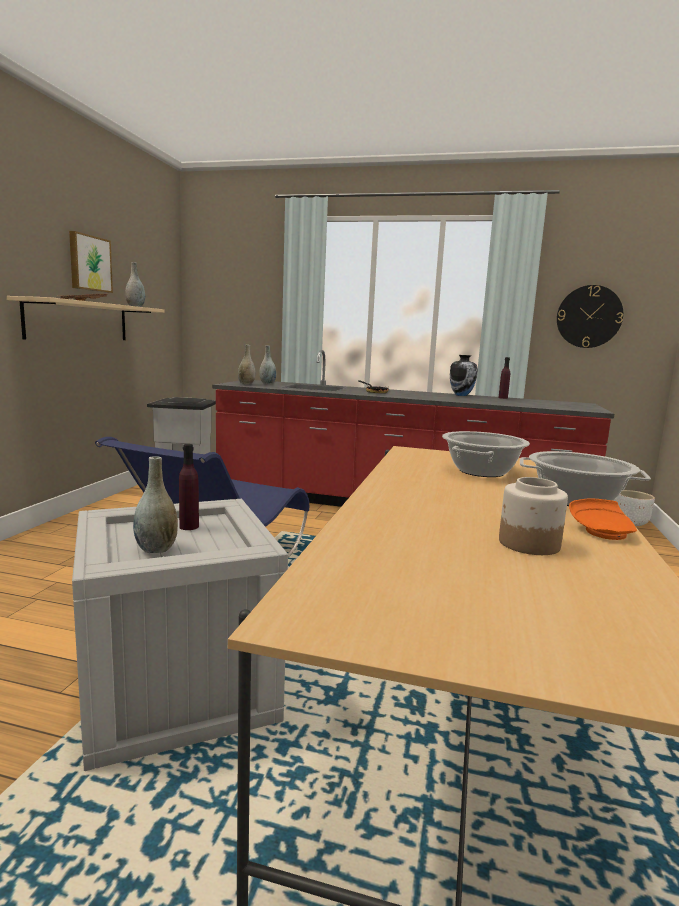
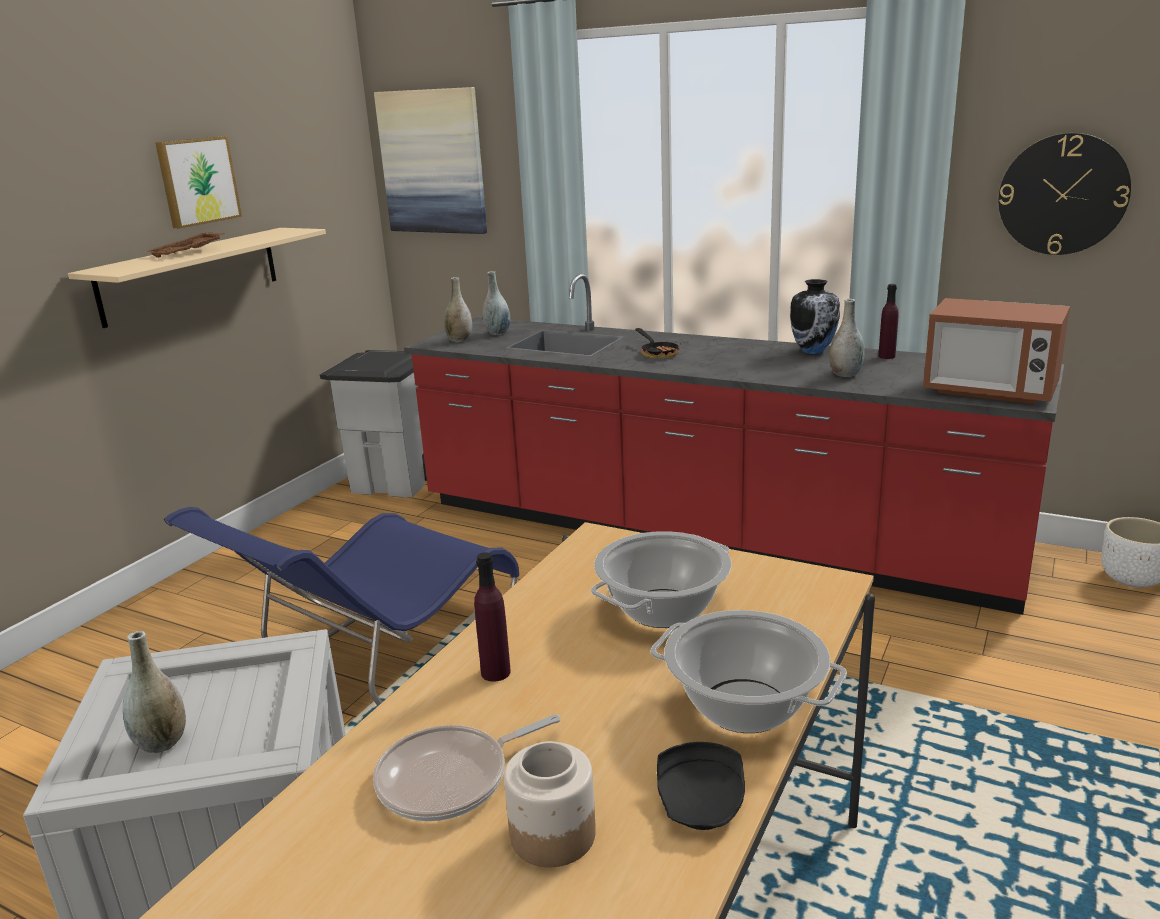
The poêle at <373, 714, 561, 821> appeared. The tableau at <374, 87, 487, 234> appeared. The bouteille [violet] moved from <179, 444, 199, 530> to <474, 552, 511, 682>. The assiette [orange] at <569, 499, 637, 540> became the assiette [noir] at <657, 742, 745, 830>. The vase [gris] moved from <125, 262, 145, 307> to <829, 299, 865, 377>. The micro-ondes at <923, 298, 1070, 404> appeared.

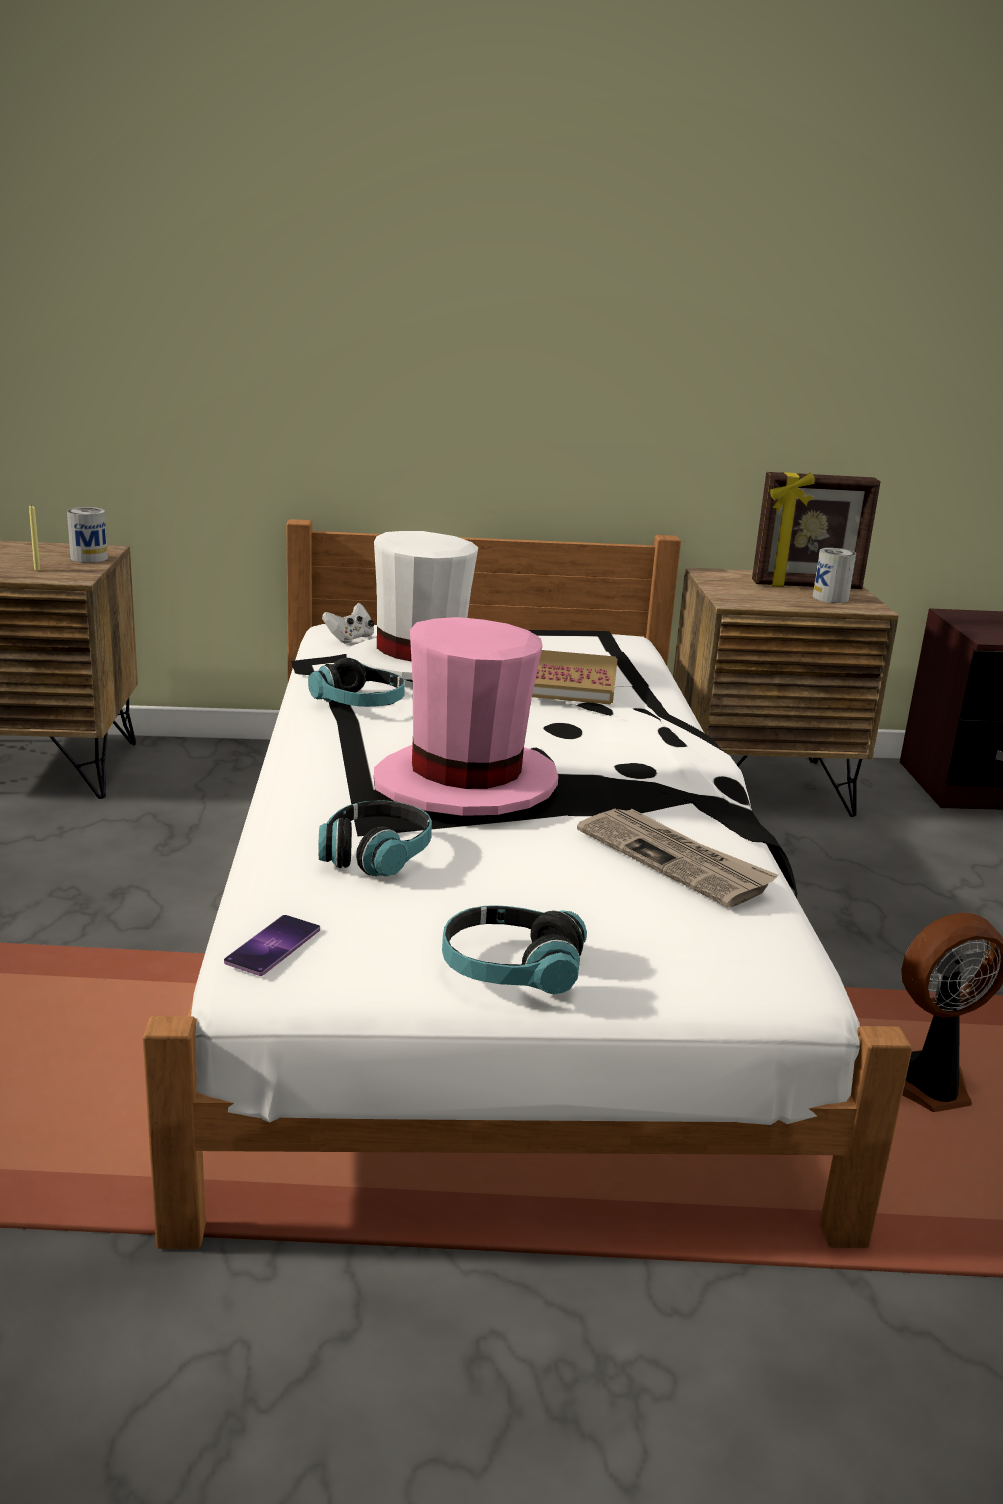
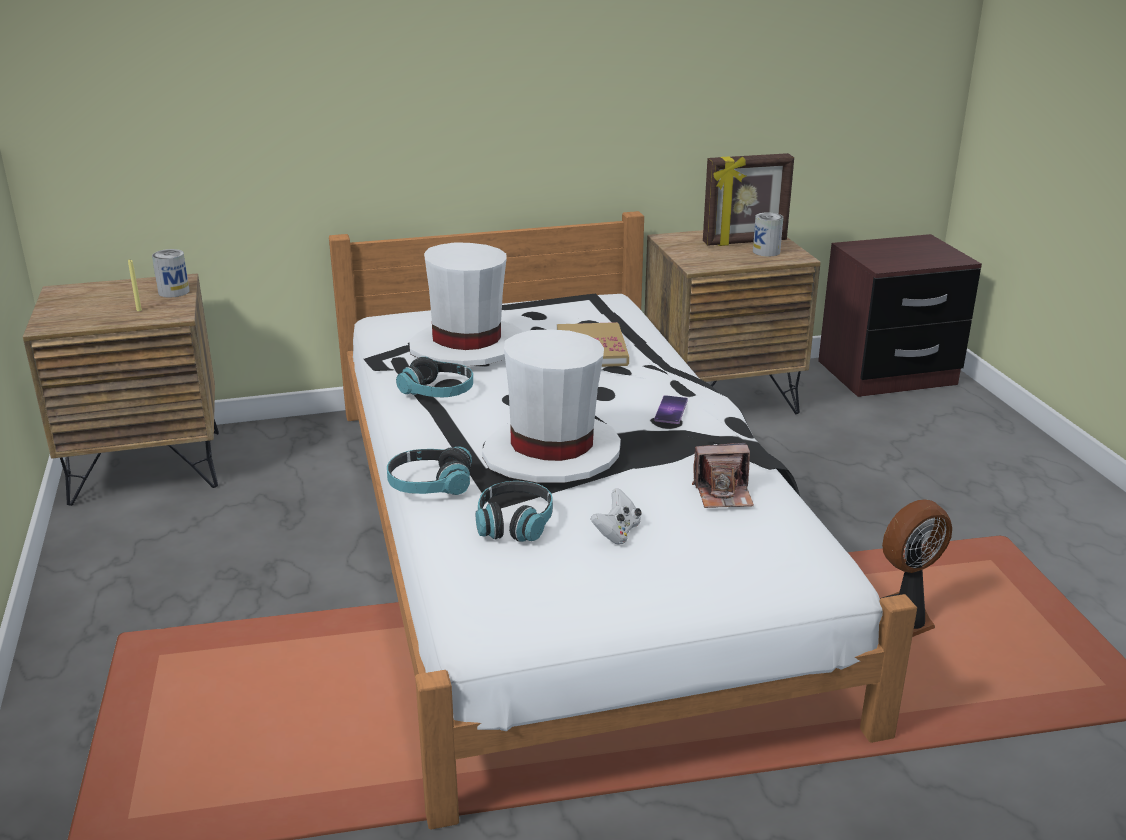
The casque audio moved from <442, 905, 587, 995> to <387, 447, 472, 495>. The chapeau [rose] at <374, 617, 558, 816> became the chapeau [blanc] at <482, 329, 621, 483>. The manette [blanc] moved from <322, 603, 374, 643> to <591, 488, 642, 545>. The téléphone moved from <224, 915, 320, 976> to <654, 395, 688, 424>. The journal at <577, 809, 779, 908> was replaced by the appareil photo at <692, 443, 754, 508>.

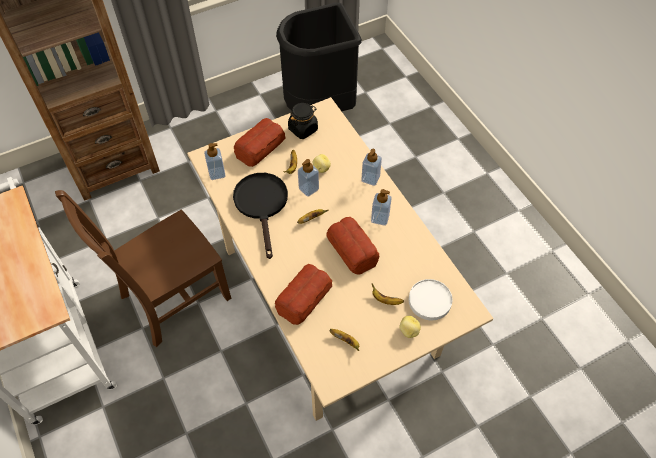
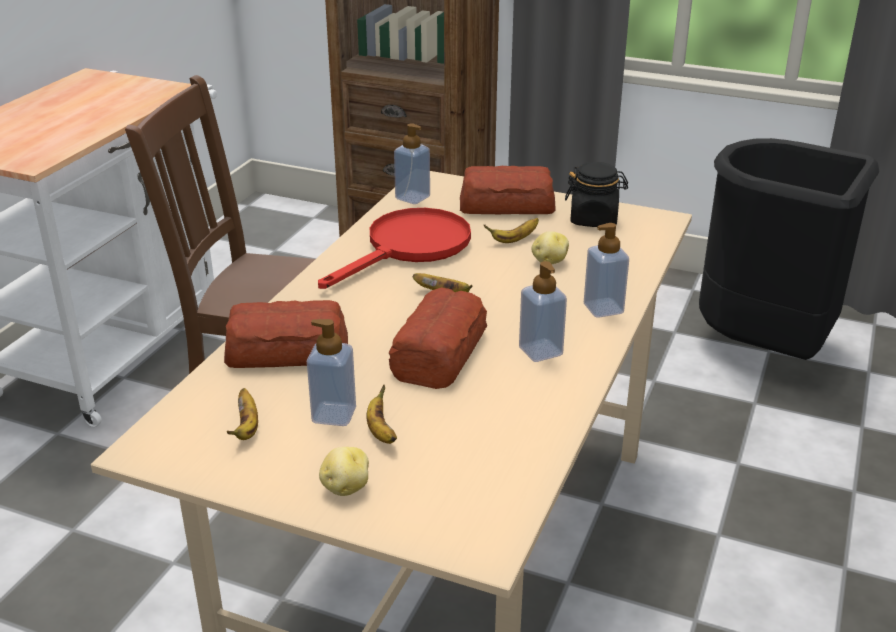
The distributeur de savon moved from <298, 159, 319, 196> to <307, 319, 356, 426>. The poêle [noir] at <233, 173, 288, 259> became the poêle [rouge] at <318, 208, 471, 289>. The assiette [blanc] at <409, 279, 452, 320> disappeared.

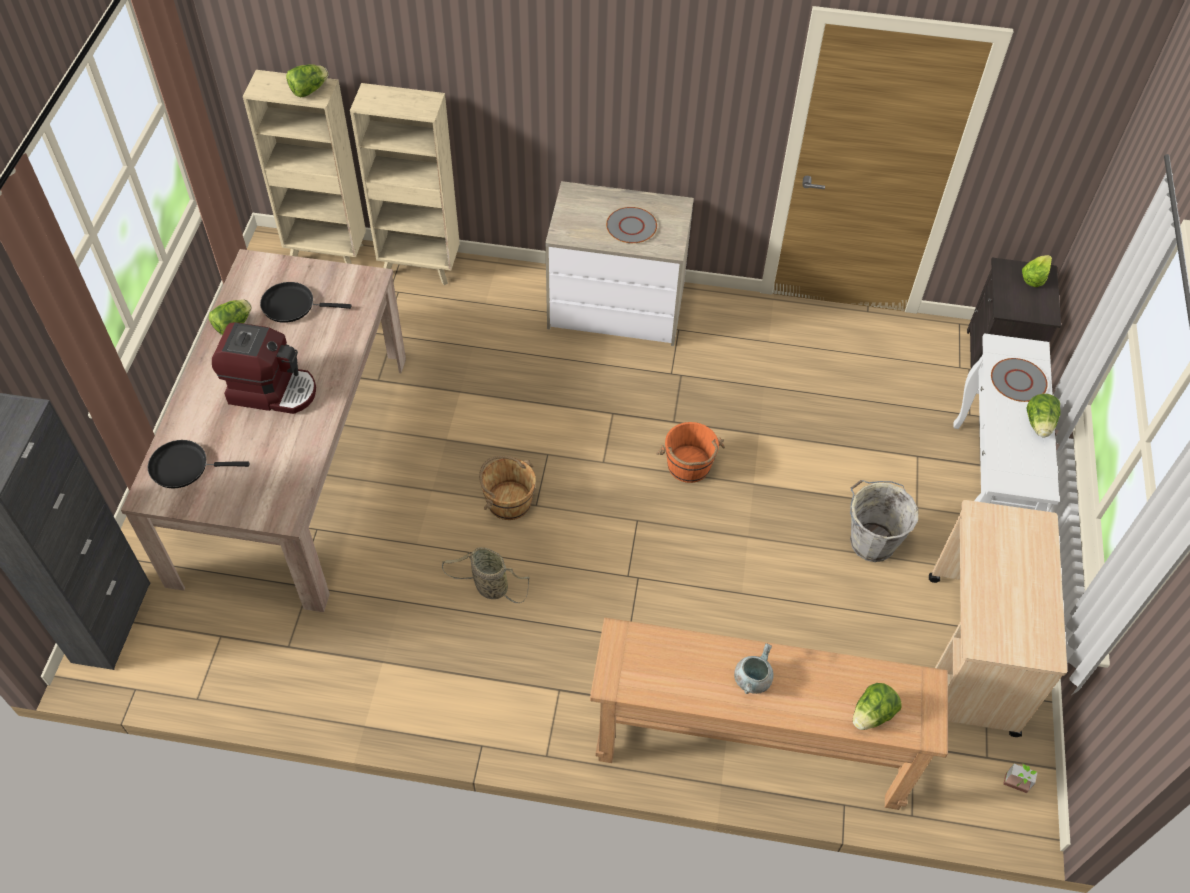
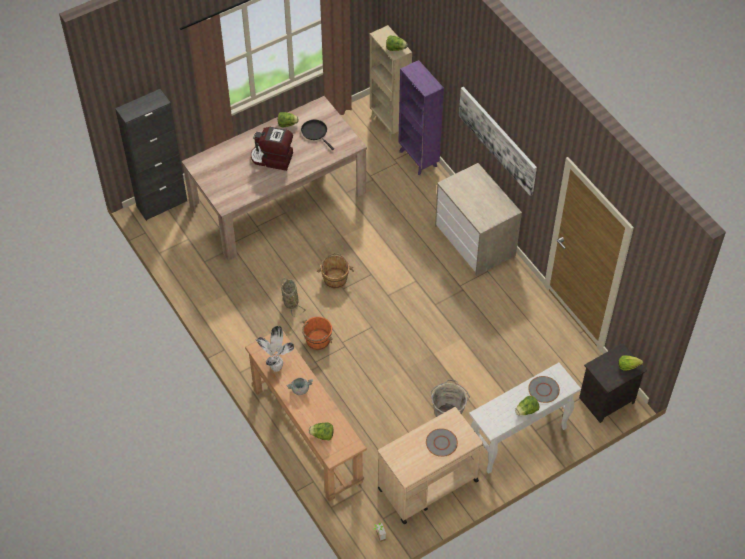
The machine à café at <212, 322, 316, 414> turned 135 degrees clockwise. The plante en pot at <255, 326, 294, 372> appeared. The seau [orange] moved from <656, 422, 725, 483> to <302, 317, 333, 350>. The bibliothèque [beige] at <350, 83, 460, 285> became the bibliothèque [violet] at <398, 60, 444, 175>. The assiette [gris] moved from <606, 207, 657, 243> to <426, 428, 458, 457>. The tableau at <459, 87, 537, 196> appeared. The poêle [noir] at <148, 440, 250, 488> disappeared.

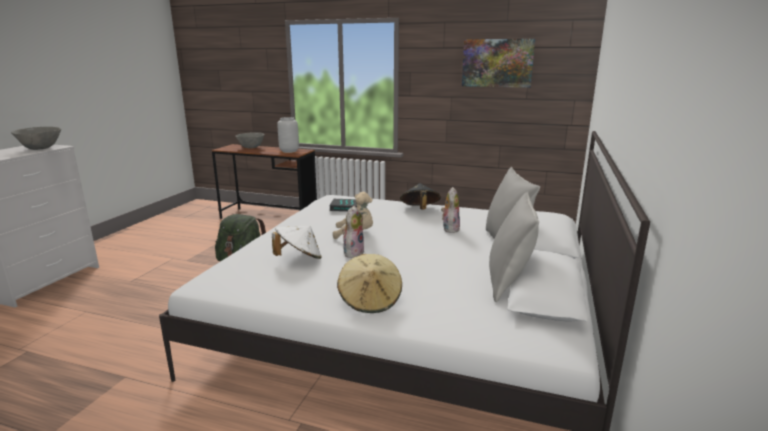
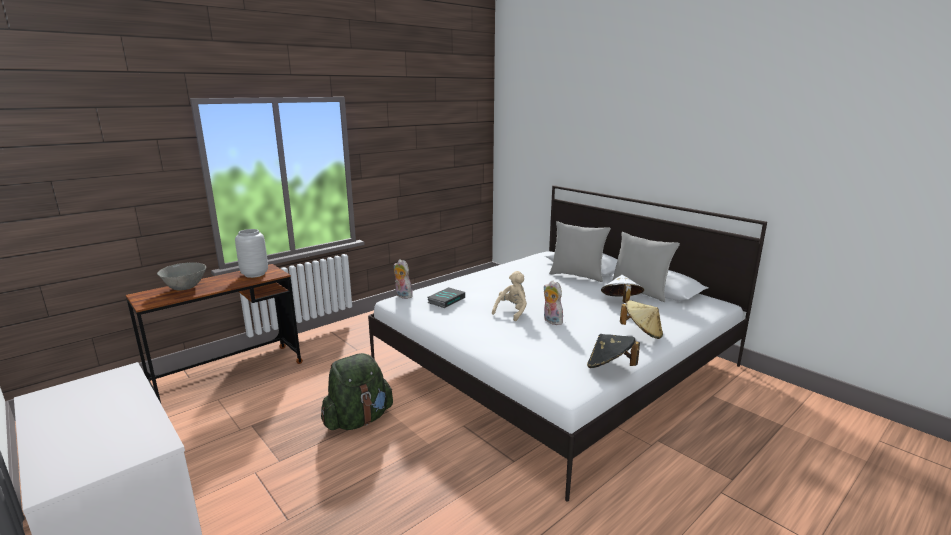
The peluche moved from <441, 187, 460, 233> to <394, 259, 415, 299>. The chapeau [noir] moved from <400, 183, 441, 210> to <587, 334, 640, 368>. The chapeau [blanc] moved from <272, 226, 322, 259> to <601, 275, 644, 303>. The bol [gris] at <11, 127, 61, 150> disappeared. The tableau at <462, 39, 535, 88> disappeared.

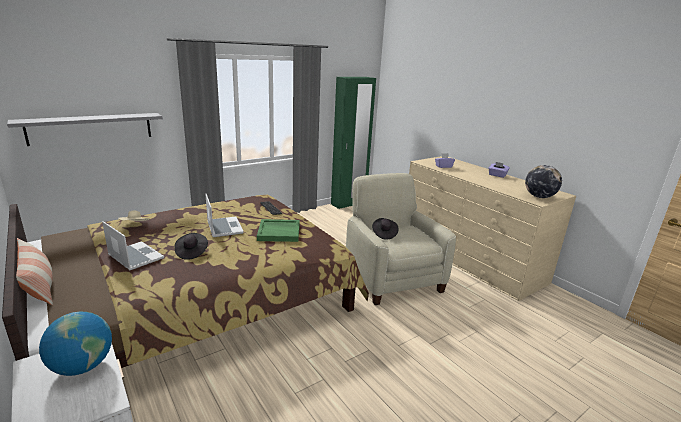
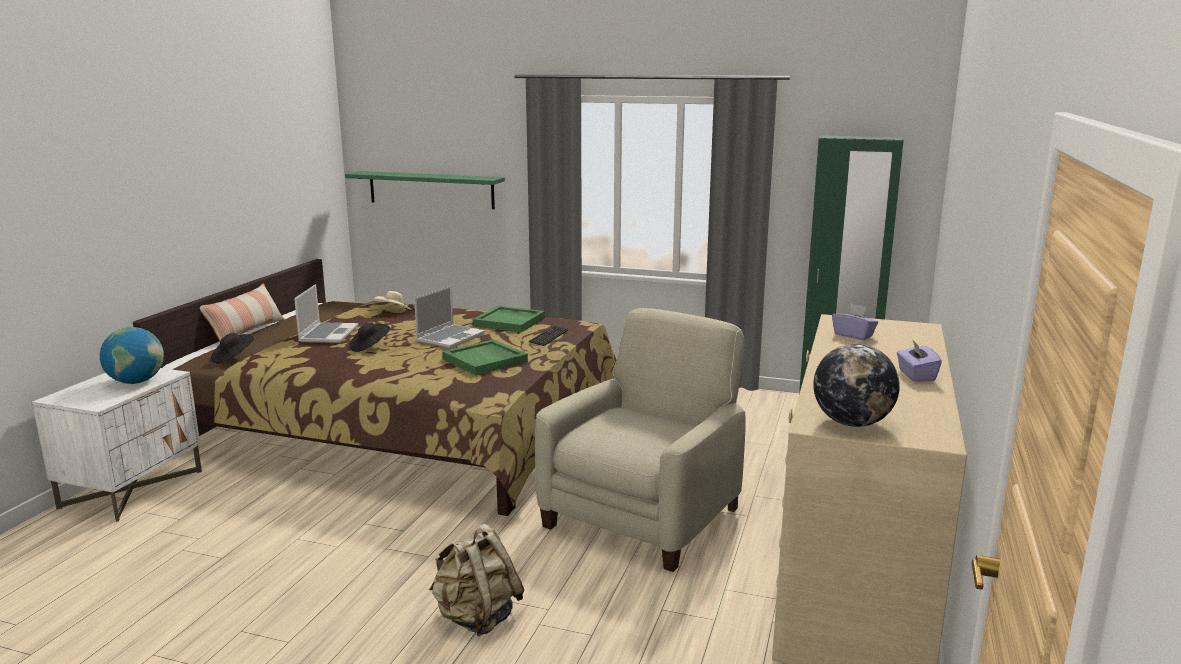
The chapeau [noir] moved from <372, 218, 399, 240> to <211, 333, 254, 364>. The étagère [gris] at <7, 113, 163, 146> became the étagère [vert] at <345, 171, 505, 209>. The sac à dos [beige] at <429, 524, 524, 637> appeared. The plateau [vert] at <473, 306, 545, 333> appeared.

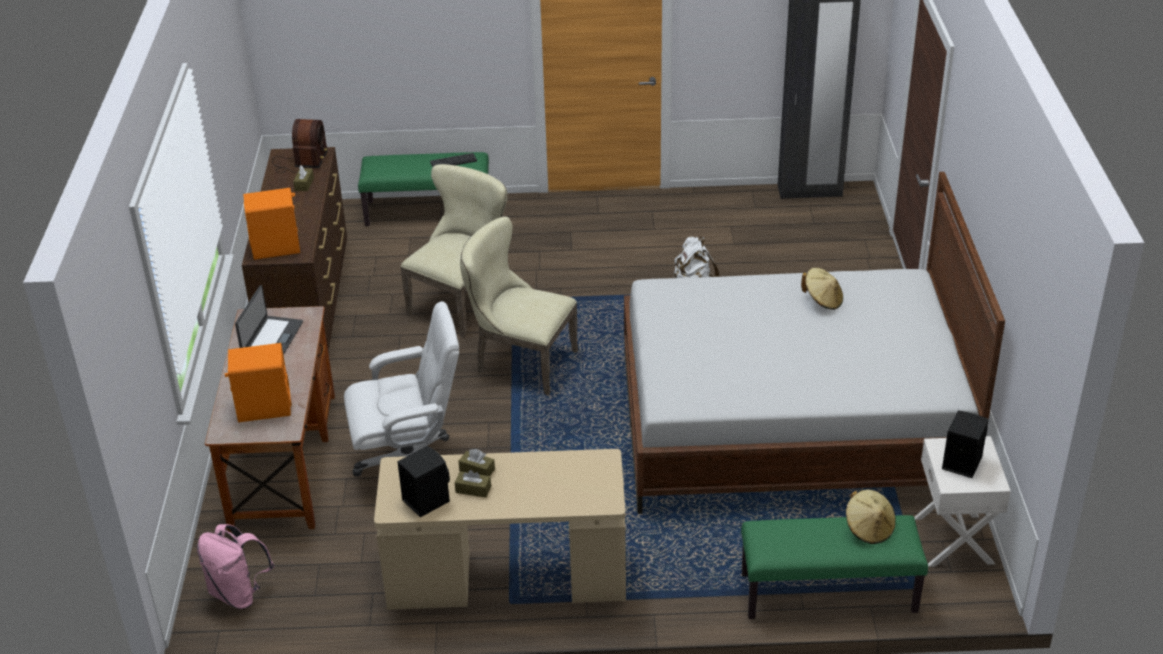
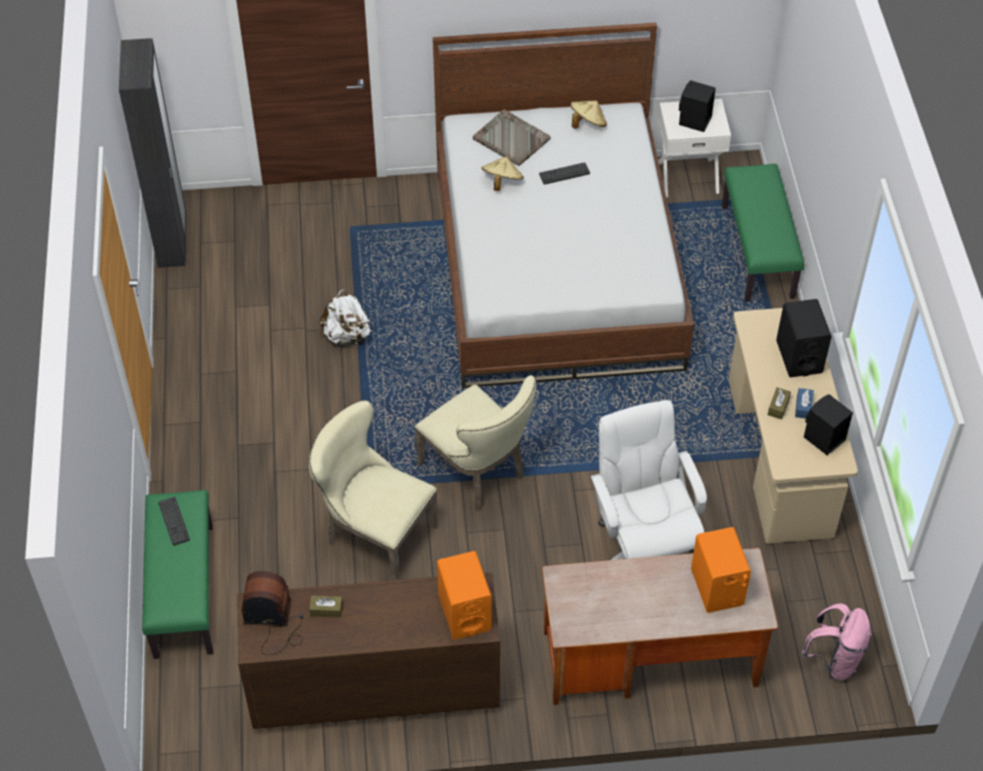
The chaise [beige] at <460, 217, 578, 395> turned 60 degrees counterclockwise. The plateau [gris] at <473, 109, 551, 166> appeared. The clavier at <539, 162, 590, 185> appeared. The chapeau [beige] moved from <846, 490, 896, 544> to <570, 101, 607, 129>. The enceinte [noir] at <776, 299, 832, 377> appeared. The boîte à mouchoirs [marron] at <455, 470, 491, 498> became the boîte à mouchoirs [bleu] at <795, 388, 814, 419>. The ordinateur portable at <235, 285, 303, 355> disappeared.

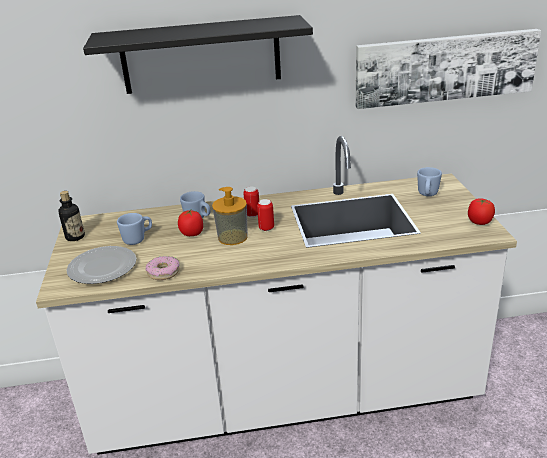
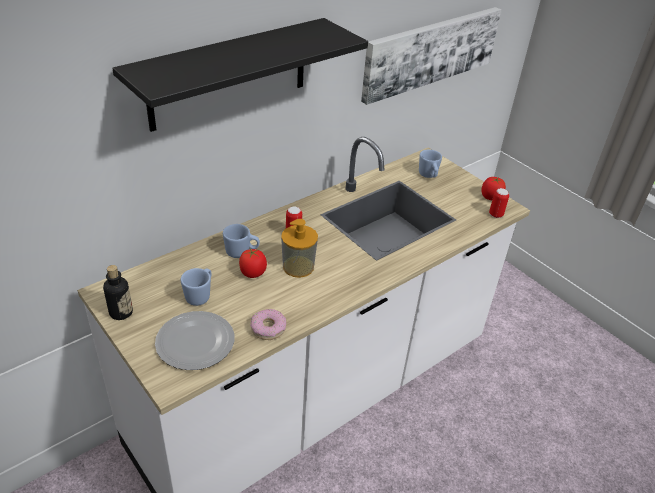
The boîte métallique moved from <257, 199, 274, 231> to <489, 188, 509, 218>.

